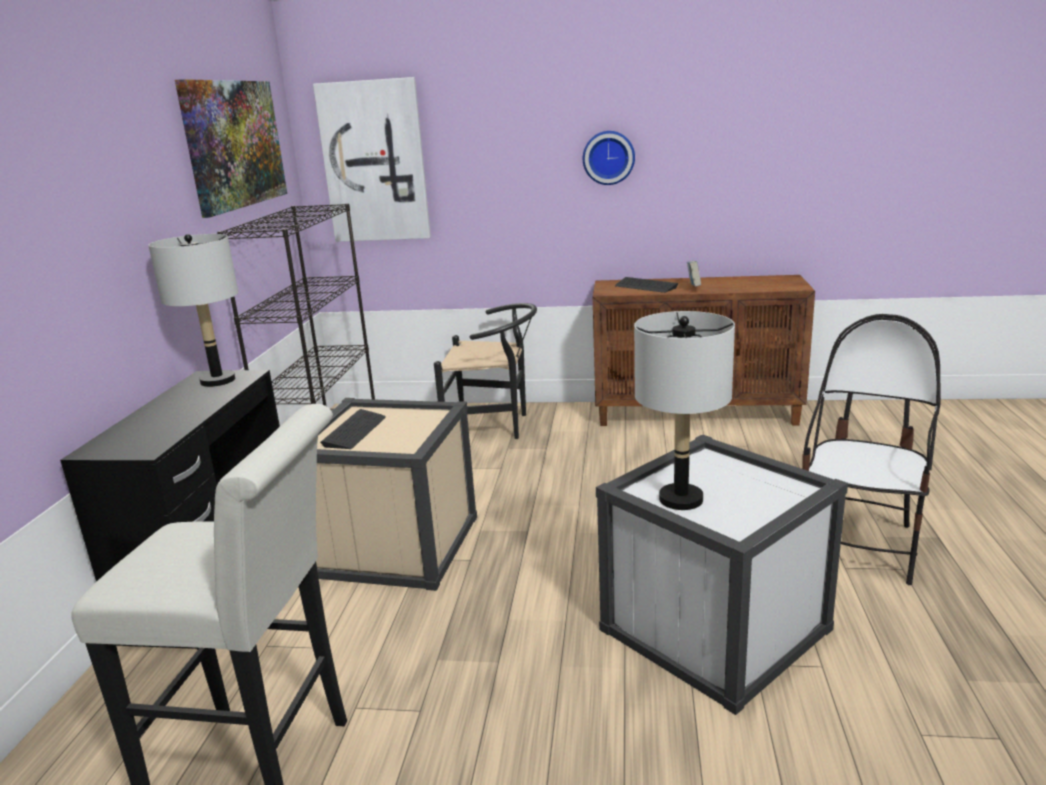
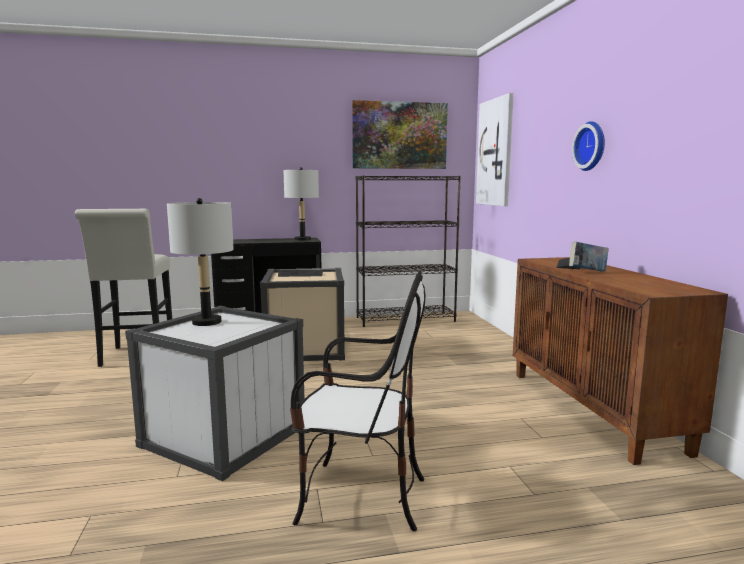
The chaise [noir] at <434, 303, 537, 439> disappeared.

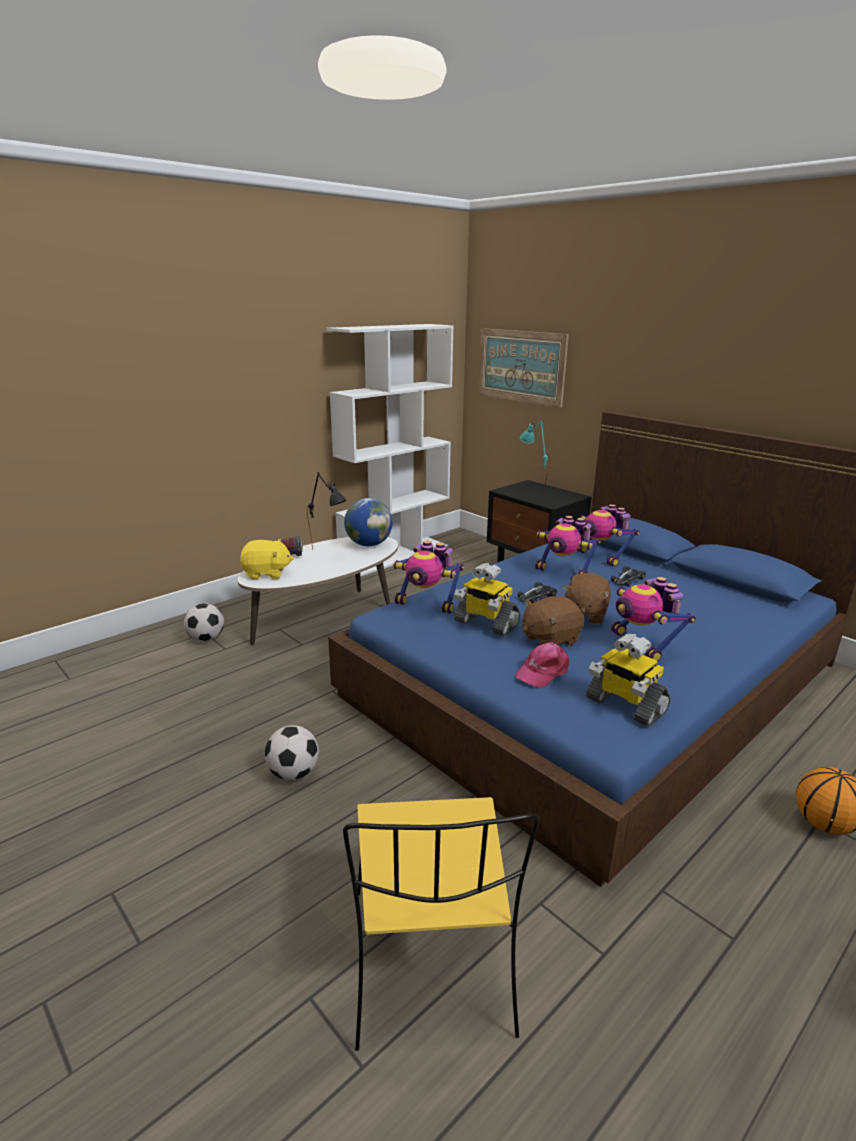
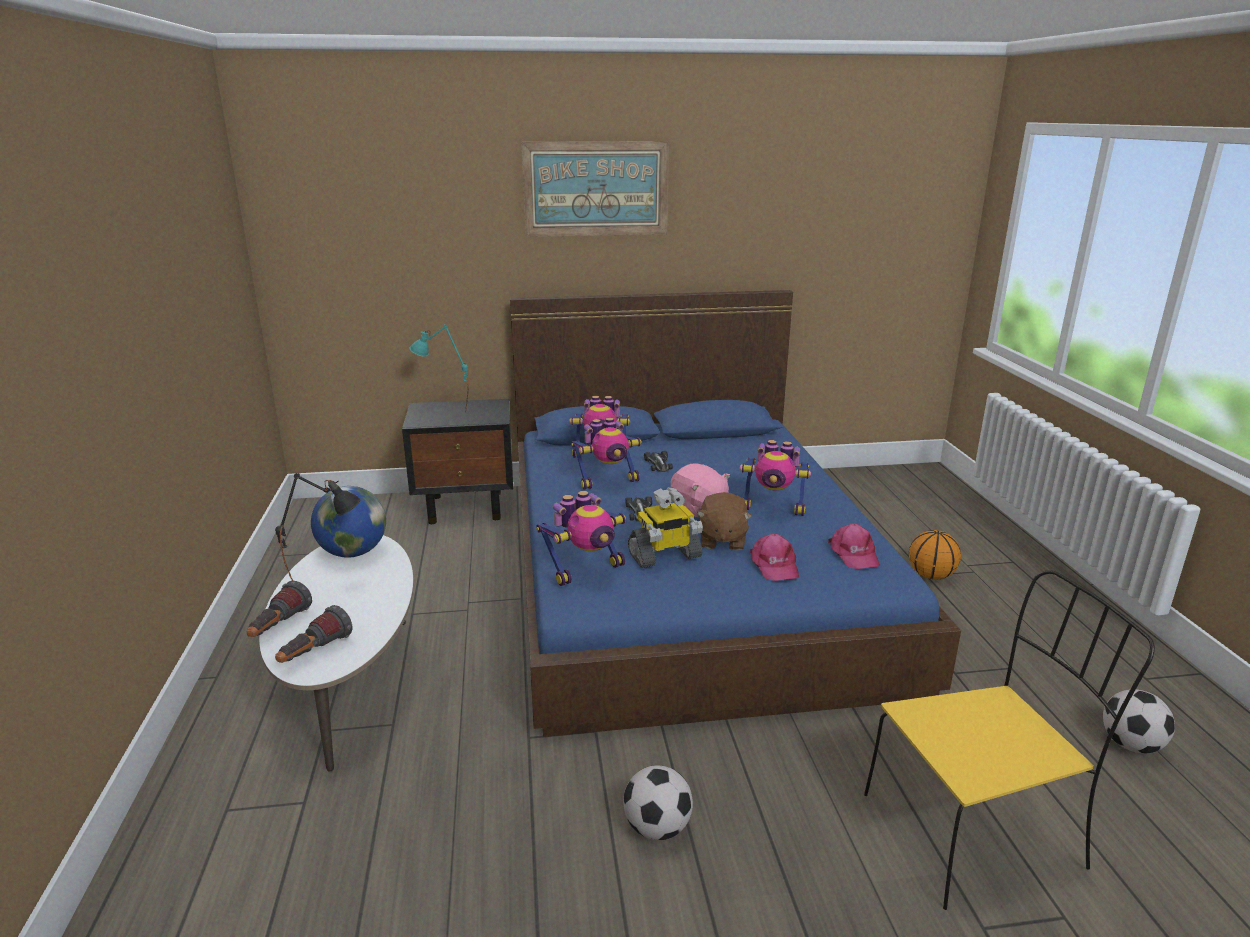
The peluche [jaune] at <240, 539, 294, 579> was replaced by the lampe de poche at <275, 605, 352, 663>. The tableau moved from <478, 328, 569, 408> to <521, 141, 669, 237>. The peluche [marron] at <562, 573, 611, 625> became the peluche [rose] at <671, 463, 730, 518>. The robot jouet at <586, 634, 671, 727> was replaced by the casquette [rose] at <828, 523, 880, 569>. The chaise [jaune] at <343, 797, 539, 1051> turned 45 degrees counterclockwise. The ballon de foot moved from <184, 603, 224, 642> to <1103, 689, 1175, 754>. The bibliothèque [blanc] at <326, 324, 454, 577> disappeared.

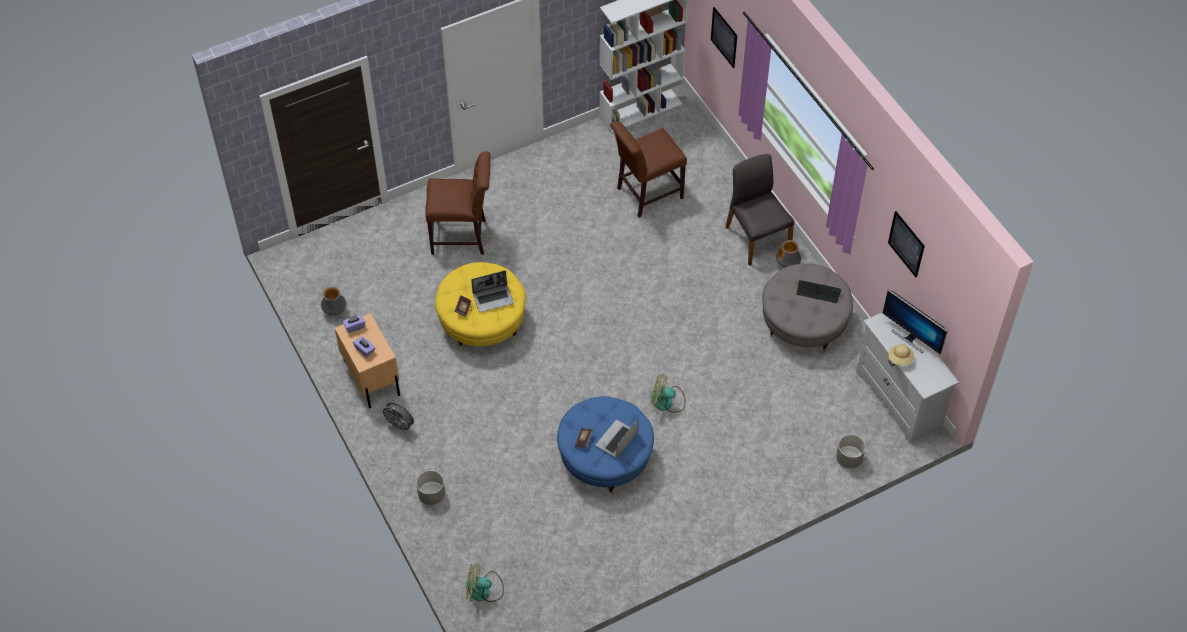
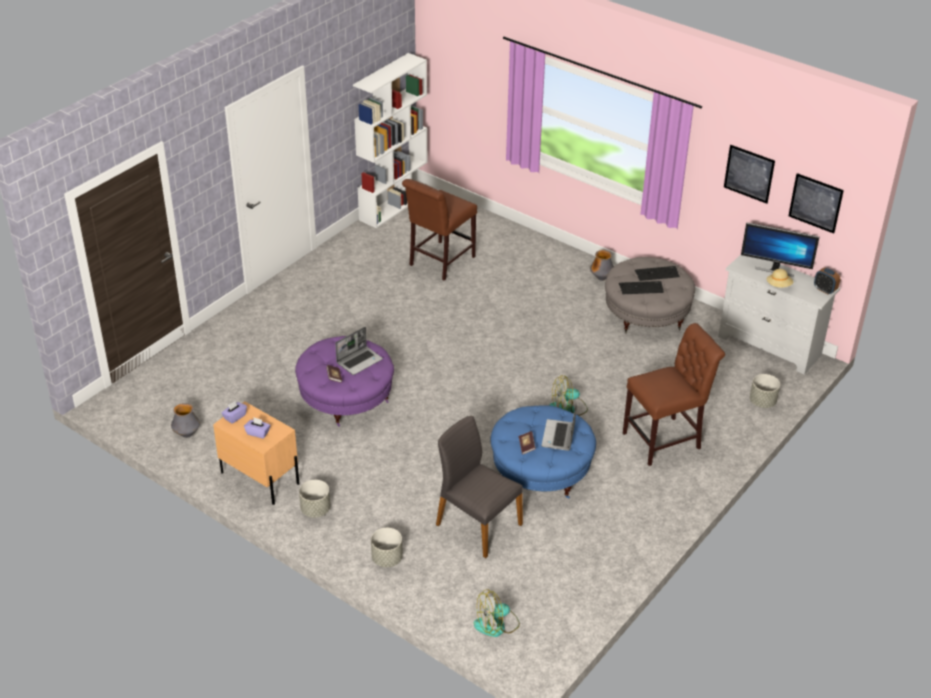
The pouf [jaune] at <435, 262, 526, 349> became the pouf [violet] at <295, 336, 394, 426>. The ventilateur [gris] at <380, 403, 414, 433> was replaced by the cache-pot [gris] at <299, 480, 330, 518>. The chaise [gris] moved from <725, 154, 794, 266> to <436, 416, 523, 558>. The clavier at <619, 281, 664, 294> appeared. The chaise [marron] moved from <425, 151, 490, 255> to <623, 323, 725, 466>. The tableau moved from <711, 7, 737, 68> to <789, 173, 844, 233>. The réveil at <814, 268, 840, 294> appeared.

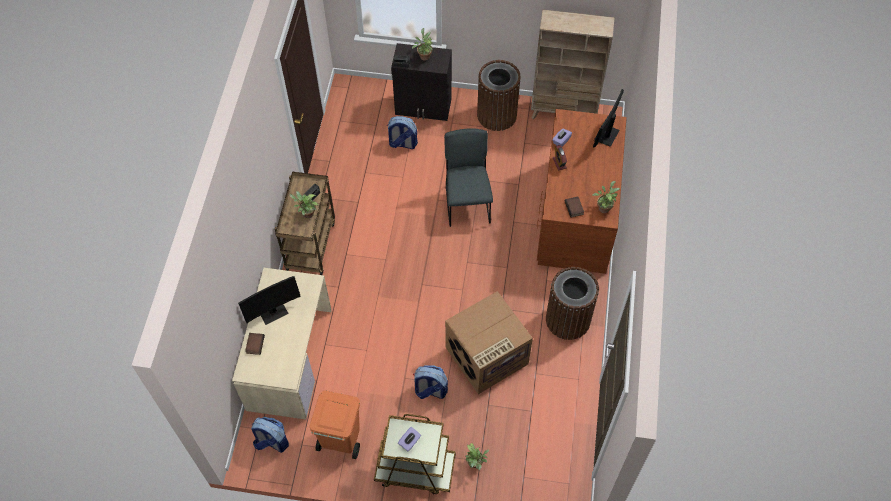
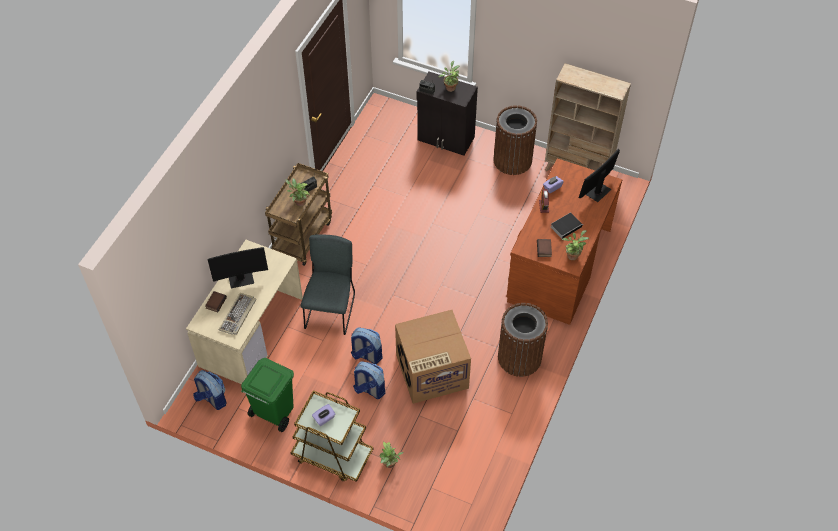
The clavier at <219, 293, 256, 335> appeared. The poubelle [orange] at <310, 390, 360, 459> became the poubelle [vert] at <241, 358, 294, 432>. The chaise [gris] moved from <444, 128, 493, 227> to <301, 234, 355, 335>. The sac à dos moved from <387, 116, 418, 149> to <351, 327, 382, 364>. The livre at <551, 213, 585, 239> appeared.

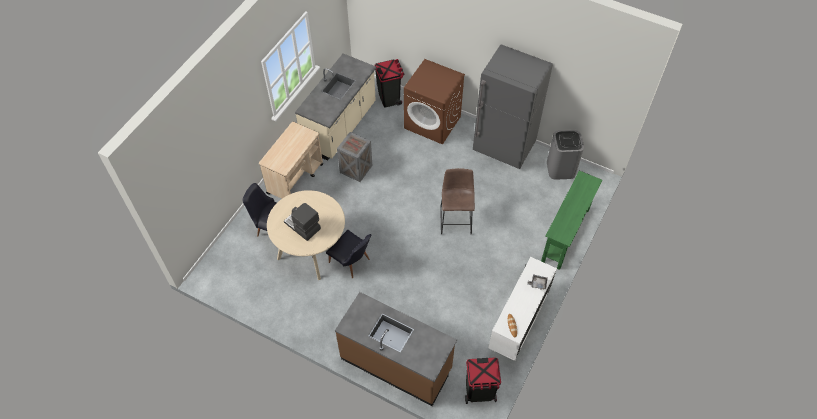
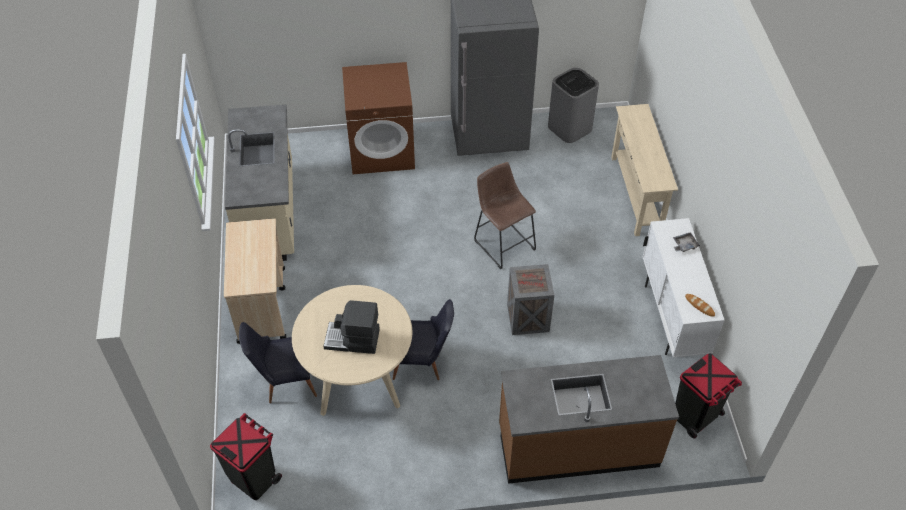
The poubelle [noir] moved from <374, 59, 404, 107> to <210, 413, 282, 500>. The caisse moved from <337, 132, 373, 182> to <507, 264, 554, 335>. The table console [vert] at <541, 171, 602, 270> became the table console [beige] at <611, 104, 678, 236>.

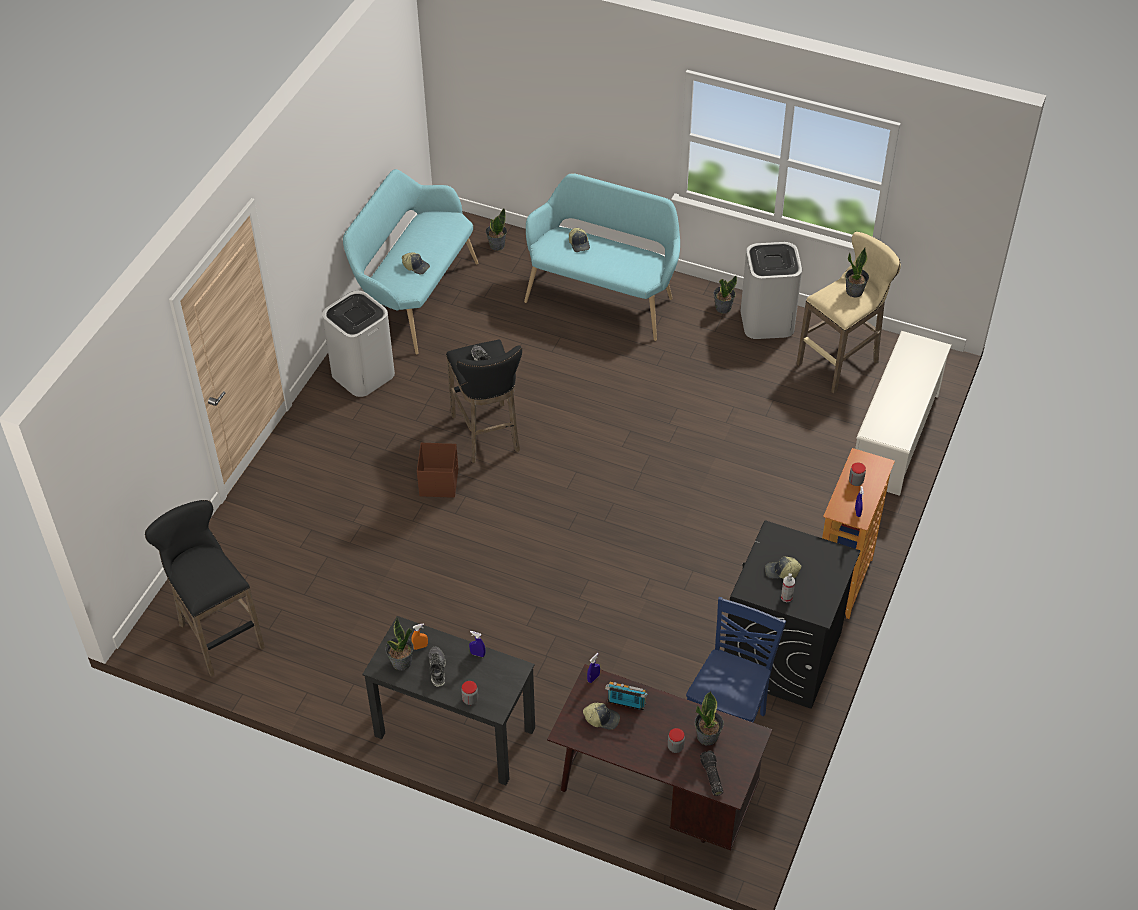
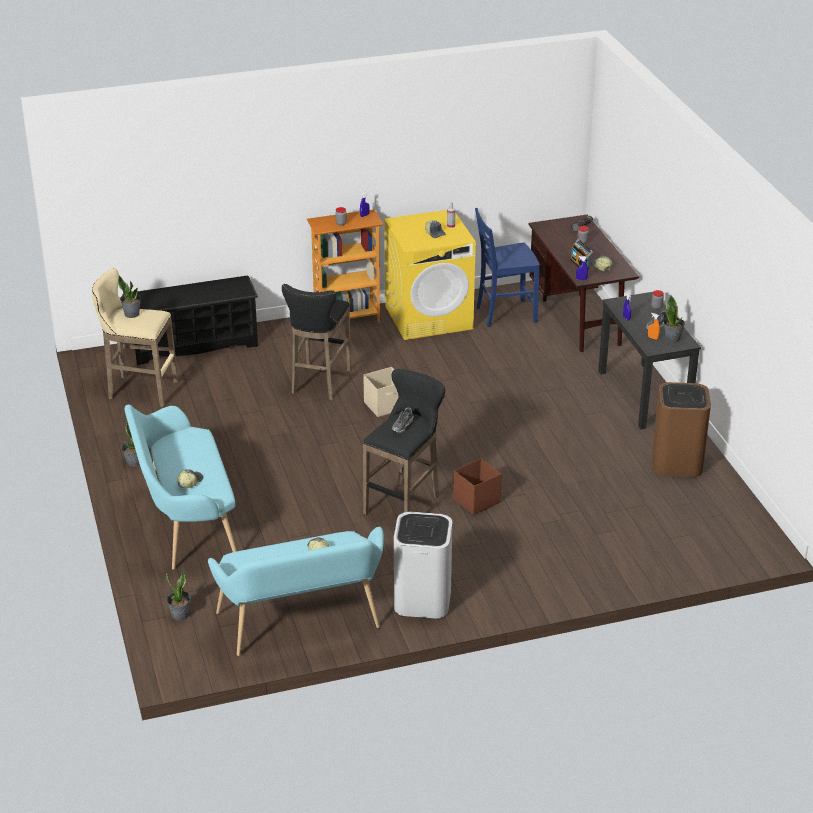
The étagère à chaussures [blanc] at <855, 331, 952, 496> became the étagère à chaussures [noir] at <122, 276, 258, 365>. The tabouret [noir] moved from <145, 500, 265, 677> to <282, 284, 351, 400>. The boîte de rangement [beige] at <363, 367, 399, 417> appeared. The lave-linge [noir] at <724, 520, 861, 709> became the lave-linge [jaune] at <384, 210, 476, 340>. The poubelle [marron] at <652, 382, 711, 477> appeared. The plante en pot at <695, 691, 724, 746> disappeared. The poubelle [blanc] at <741, 242, 802, 339> disappeared.

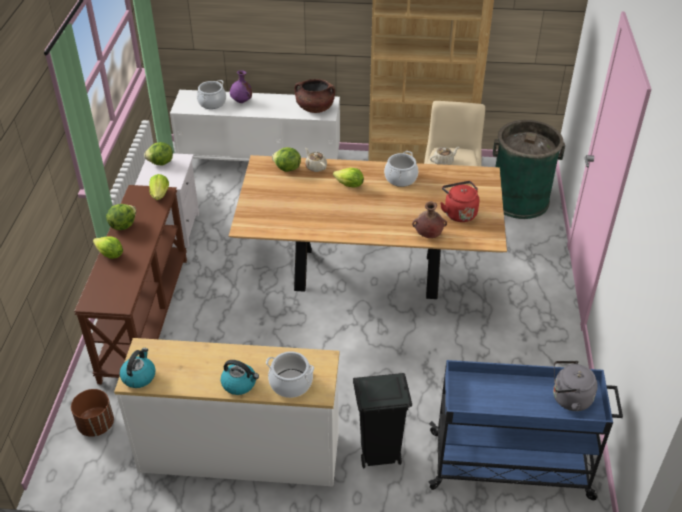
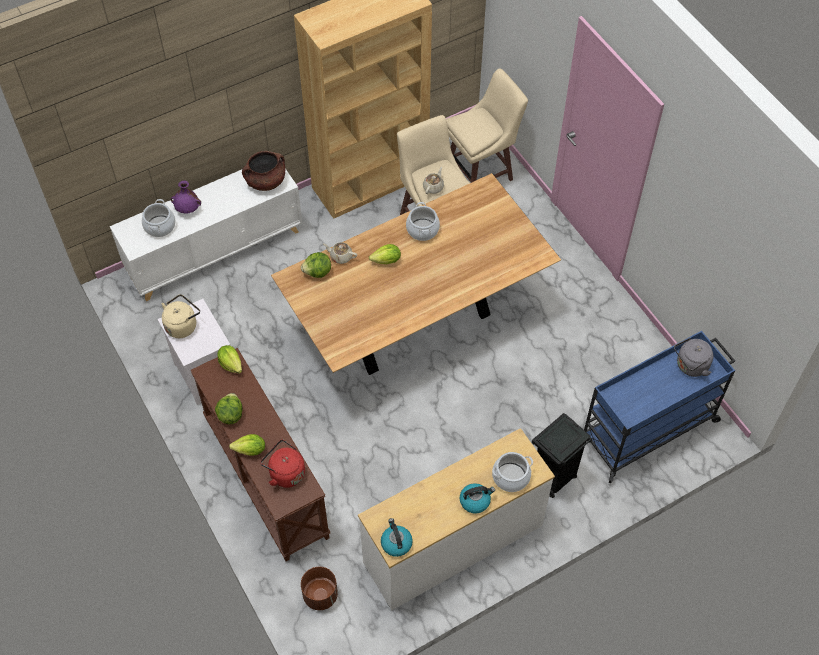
The laitue at <144, 142, 173, 166> was replaced by the bouilloire [beige] at <161, 294, 200, 338>. The bouilloire [rouge] moved from <440, 181, 479, 222> to <260, 440, 305, 488>. The poubelle [vert] at <493, 120, 565, 219> was replaced by the tabouret [beige] at <446, 68, 528, 183>. The vase [marron] at <412, 201, 447, 238> disappeared.

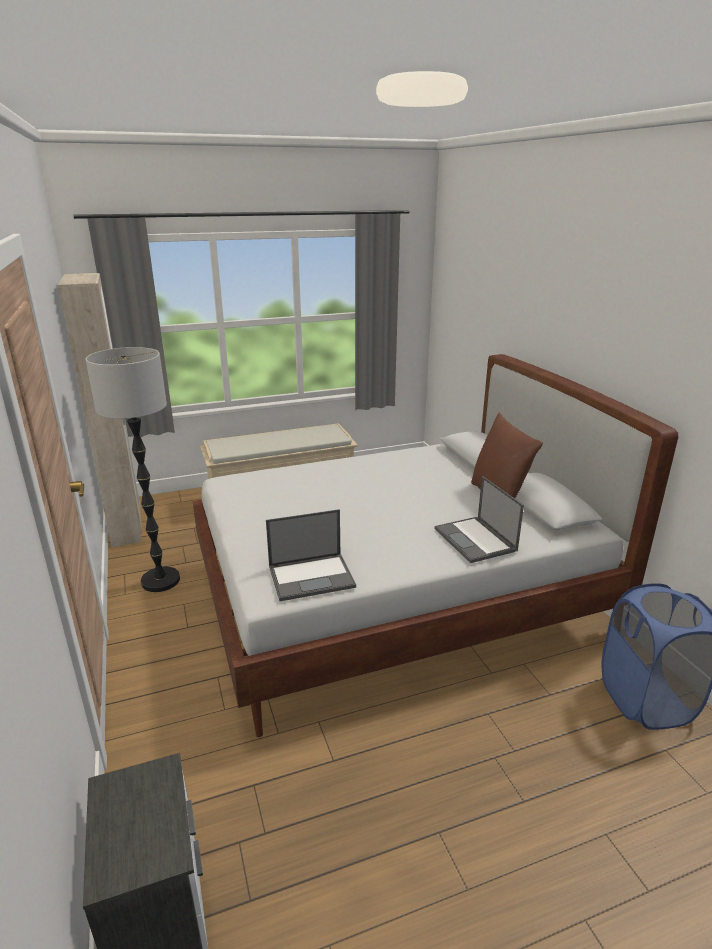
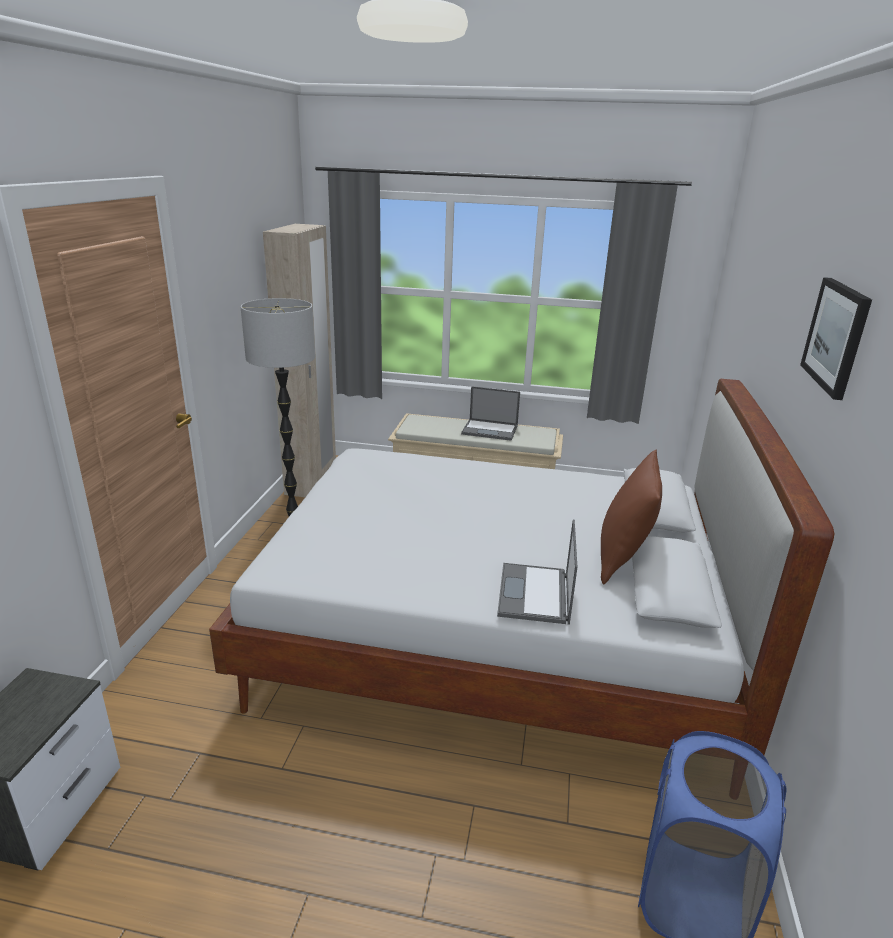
The ordinateur portable moved from <266, 509, 356, 601> to <461, 386, 520, 441>. The tableau at <800, 277, 872, 400> appeared.

